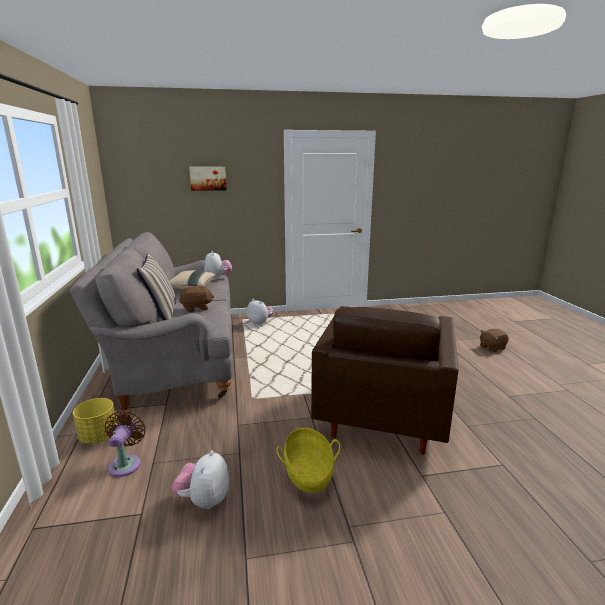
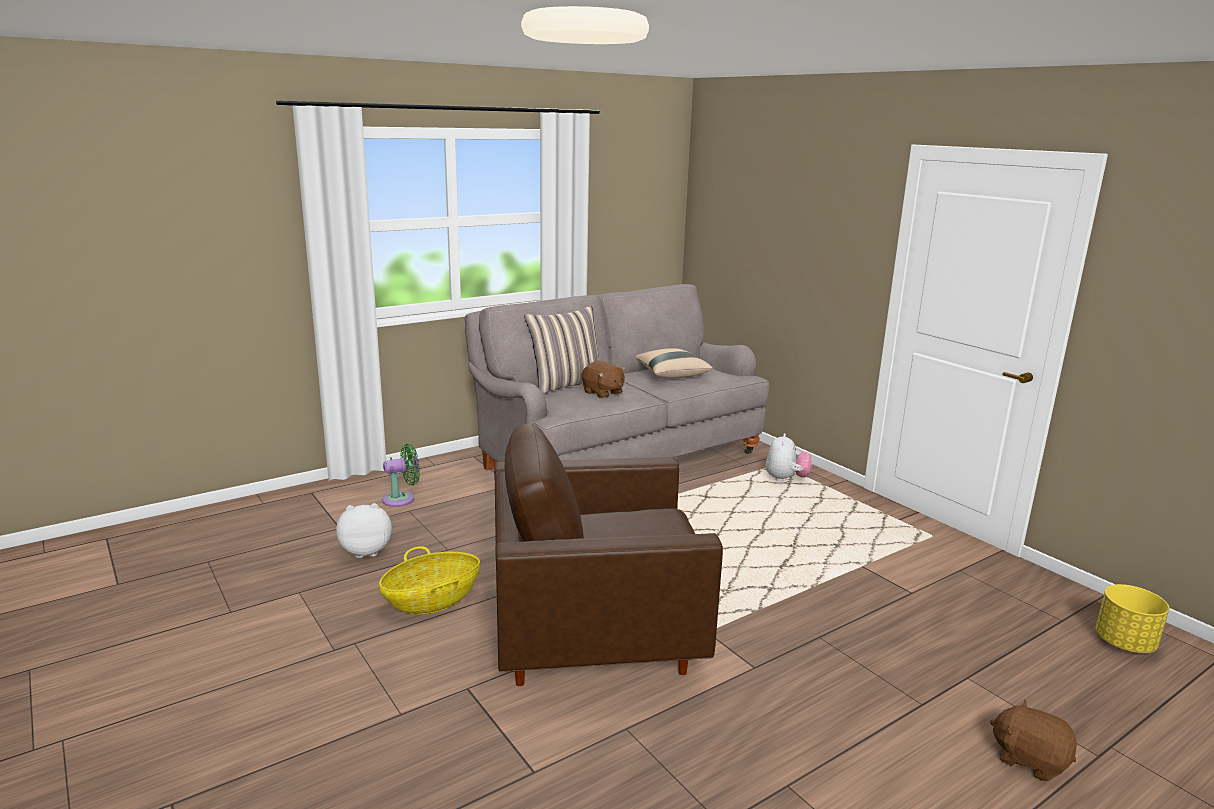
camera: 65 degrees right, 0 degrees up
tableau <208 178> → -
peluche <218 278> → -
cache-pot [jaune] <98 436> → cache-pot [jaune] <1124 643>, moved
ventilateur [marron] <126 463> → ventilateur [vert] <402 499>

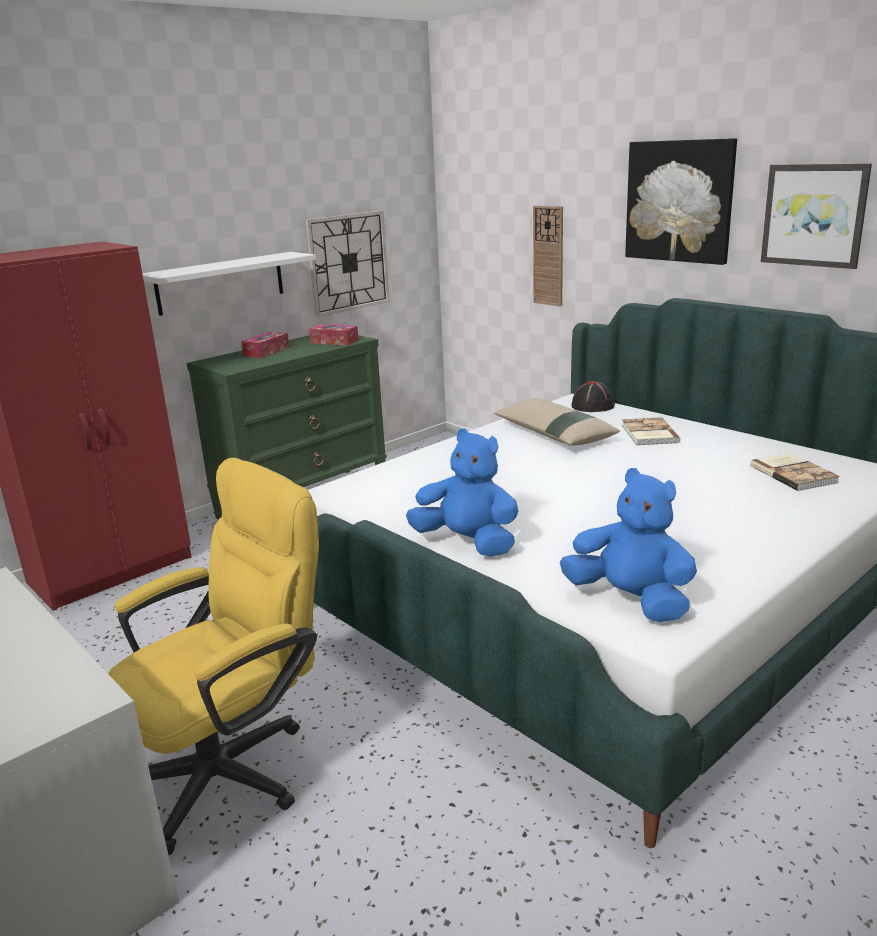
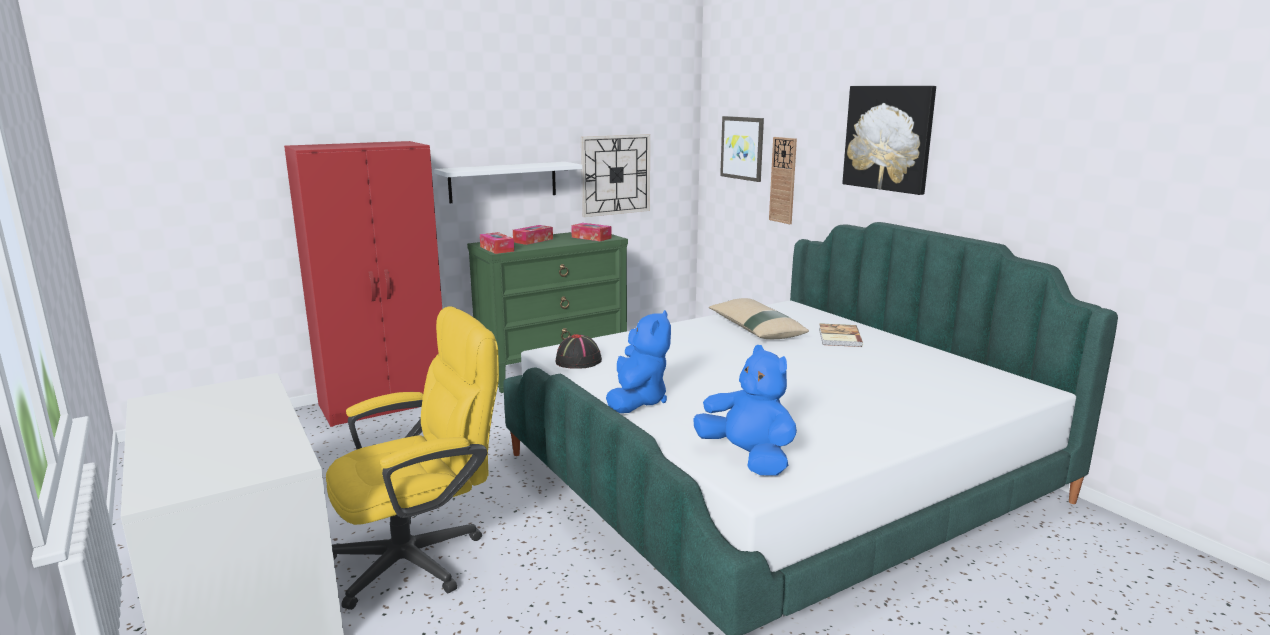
camera: 10 degrees right, 5 degrees down
tableau <814 215> → tableau <742 148>, moved
chapeau [noir] <593 406> → chapeau [noir] <578 361>, moved
peluche [bleu] <468 543> → peluche [bleu] <637 401>, 60 degrees clockwise
livre <793 474> → -
- → boîte à mouchoirs <497 249>

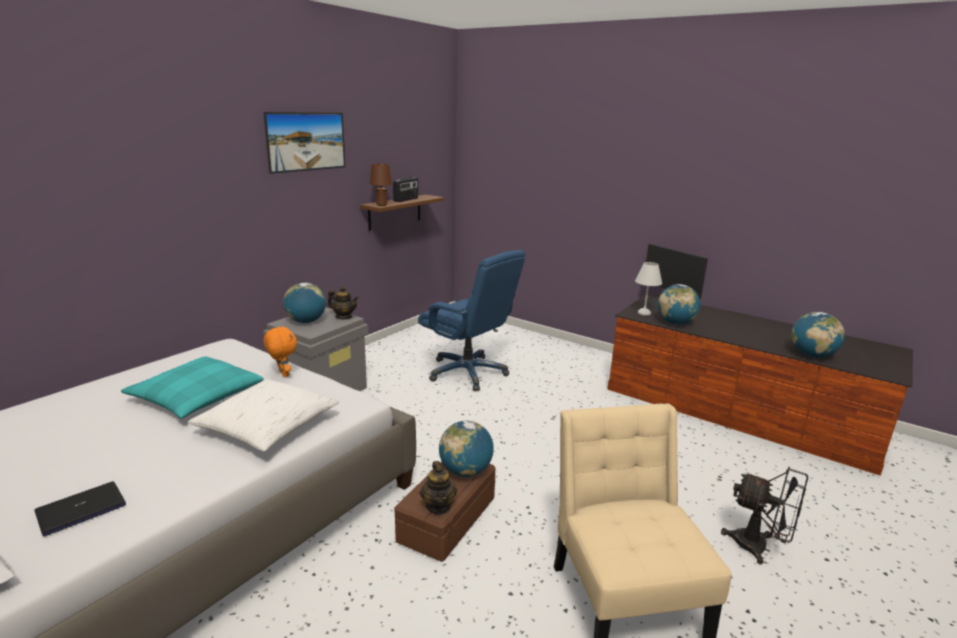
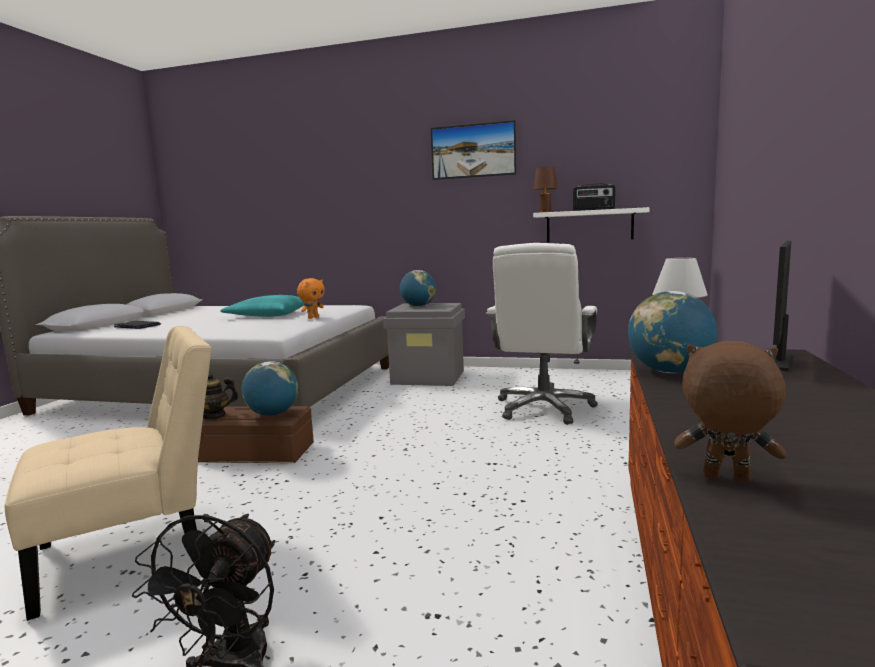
camera: 70 degrees right, 10 degrees down
étagère [marron] <395 212> → étagère [blanc] <589 225>
chaise de bureau [bleu] <468 372> → chaise de bureau [blanc] <544 408>
théière <344 317> → -
globe <812 355> → peluche [marron] <725 479>
coussin [blanc] <267 427> → -

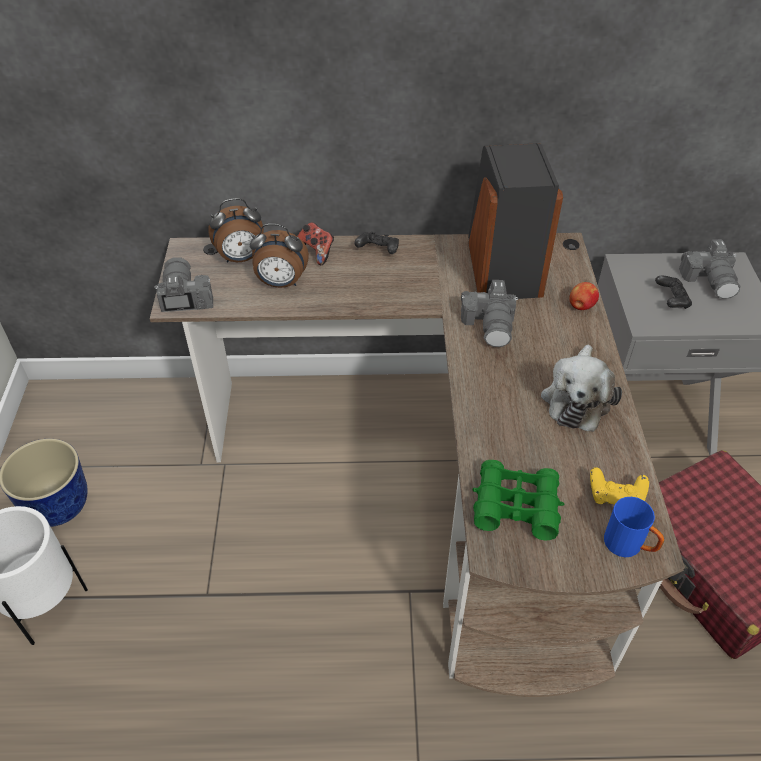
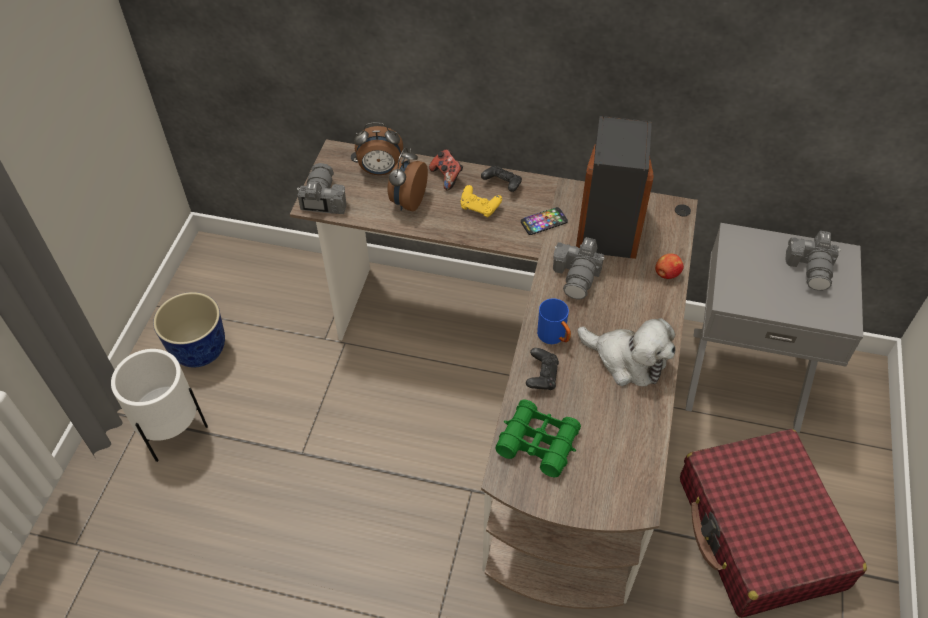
camera: 15 degrees right, 5 degrees up
réveil <281 283> → réveil <407 201>, 90 degrees clockwise
manette [noir] <671 300> → manette [noir] <542 376>, moved
peluche <576 398> → peluche <627 360>, 90 degrees counterclockwise
manette [jaune] <616 496> → manette [jaune] <479 208>, moved
mug [bleu] <629 546> → mug [bleu] <555 337>, moved
- → téléphone <544 222>

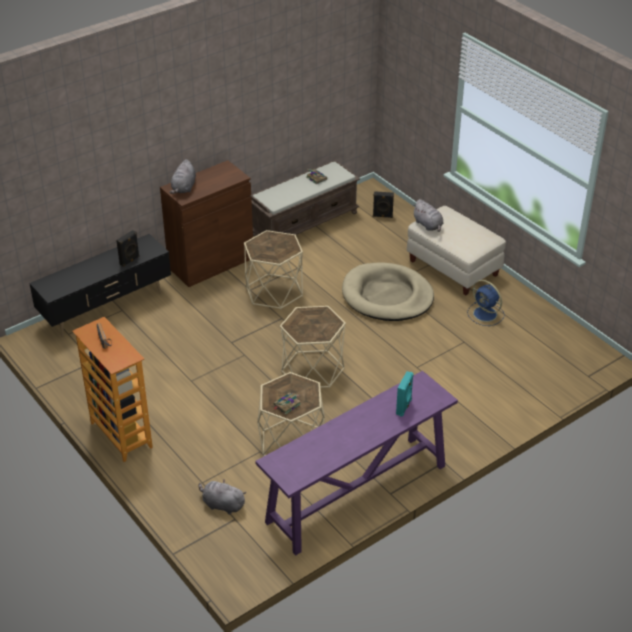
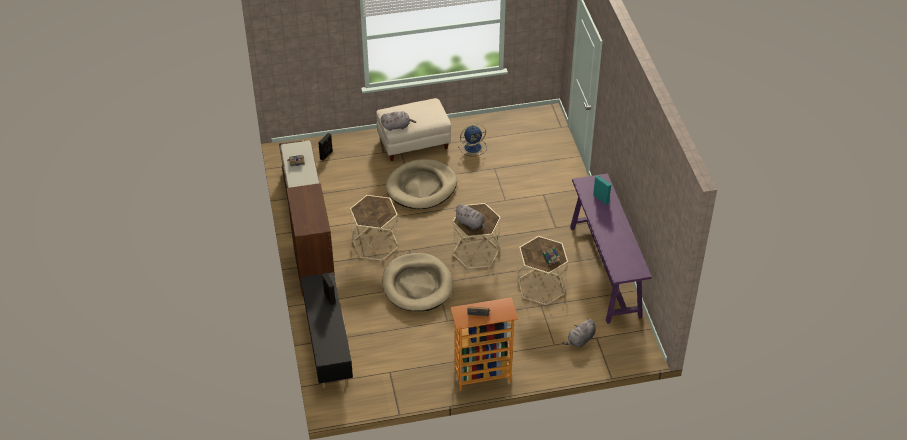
camera: 65 degrees left, 5 degrees up
peluche [gris] <184 188> → peluche [gris] <470 223>, moved
- → panier pour chien [beige] <417 285>

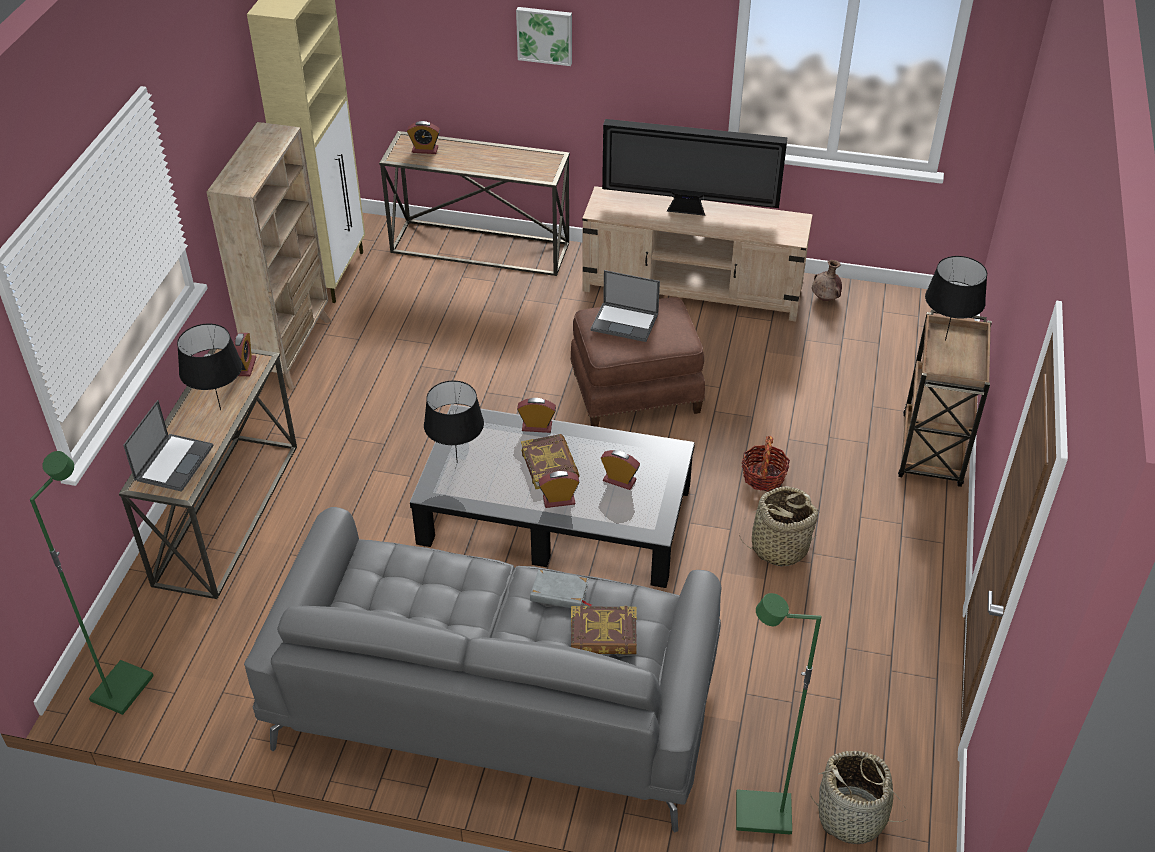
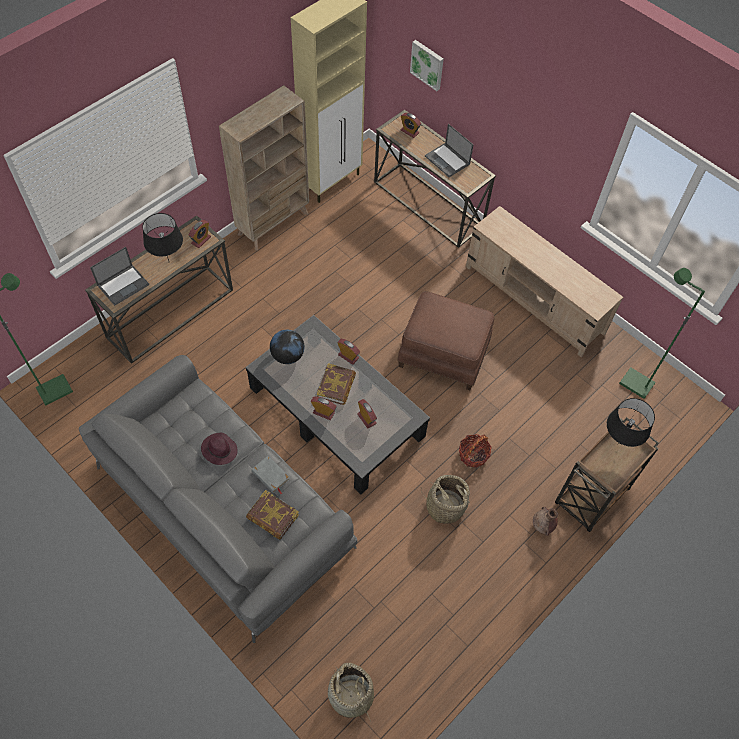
camera: 30 degrees right, 15 degrees up
tableau <545 35> → tableau <427 64>, moved
téléviseur <689 210> → -
vase [marron] <825 298> → vase [marron] <542 526>, moved
ordinateur portable <625 322> → ordinateur portable <448 160>, moved
lampe de table [noir] <457 462> → globe <288 356>
lampadaire [vert] <762 815> → lampadaire [vert] <635 384>, moved
- → chapeau [violet] <219 450>

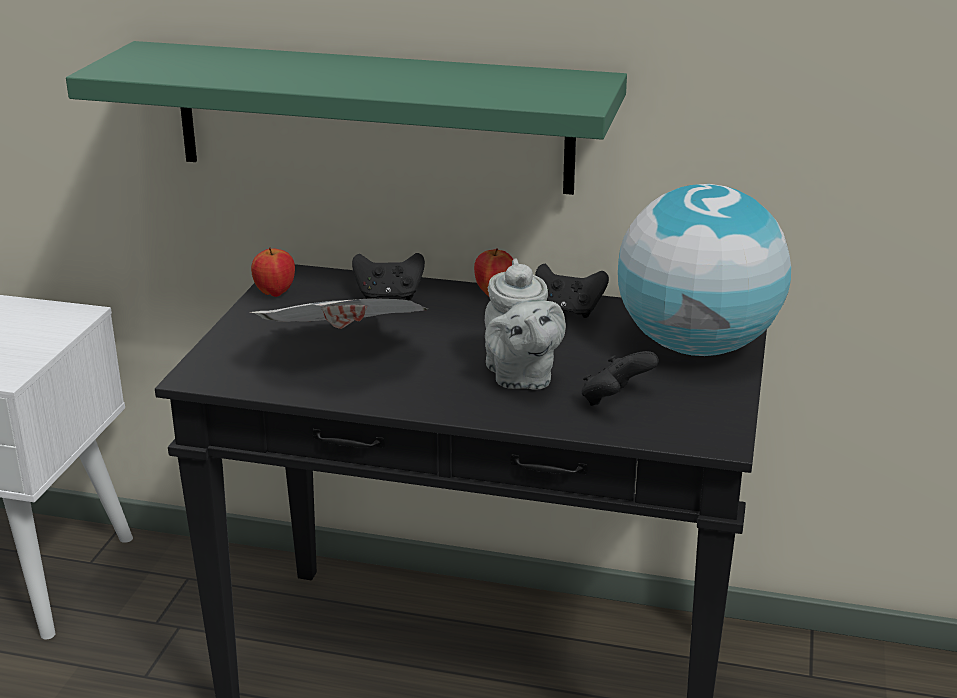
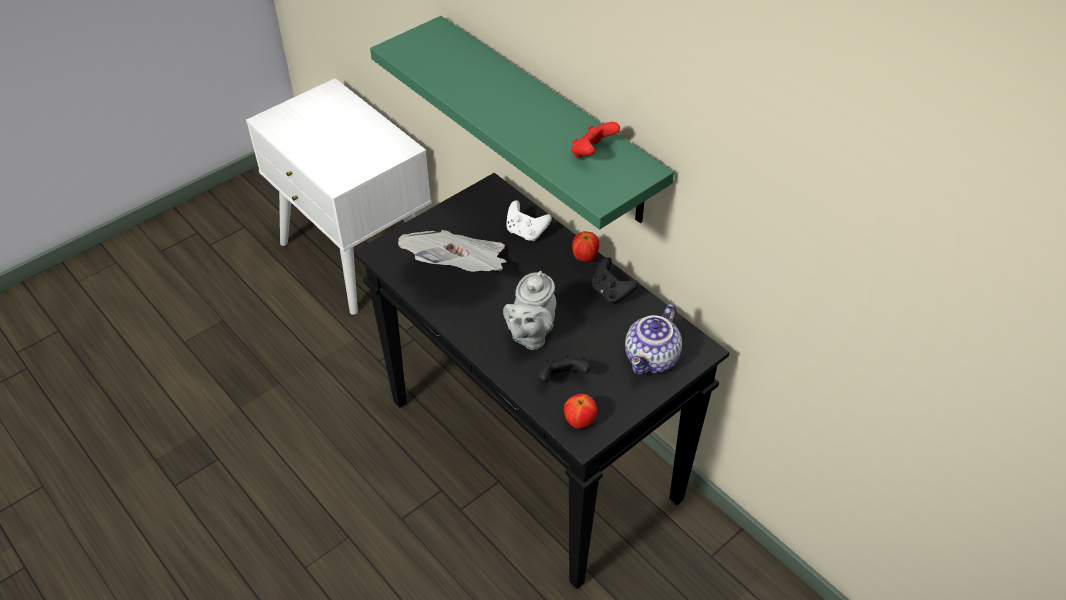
camera: 35 degrees right, 20 degrees up
globe <696 346> → théière <652 359>
pomme <275 293> → pomme <579 422>, moved
manette [noir] <389 296> → manette [blanc] <526 232>
- → manette [rouge] <592 153>

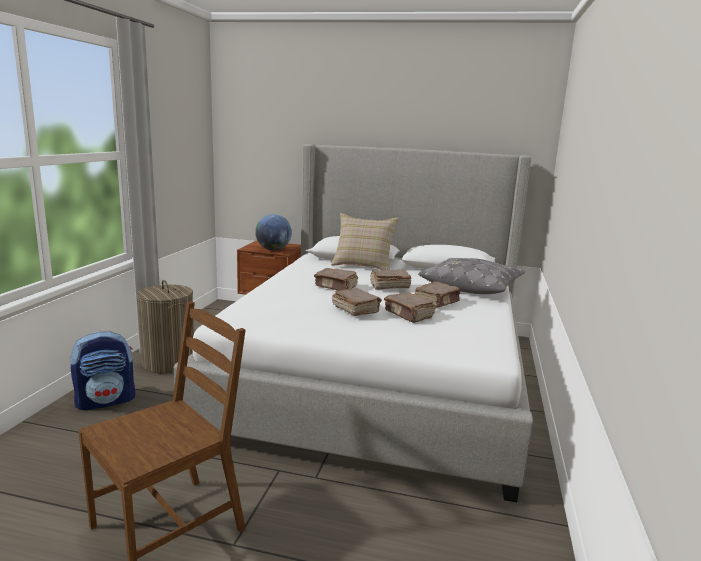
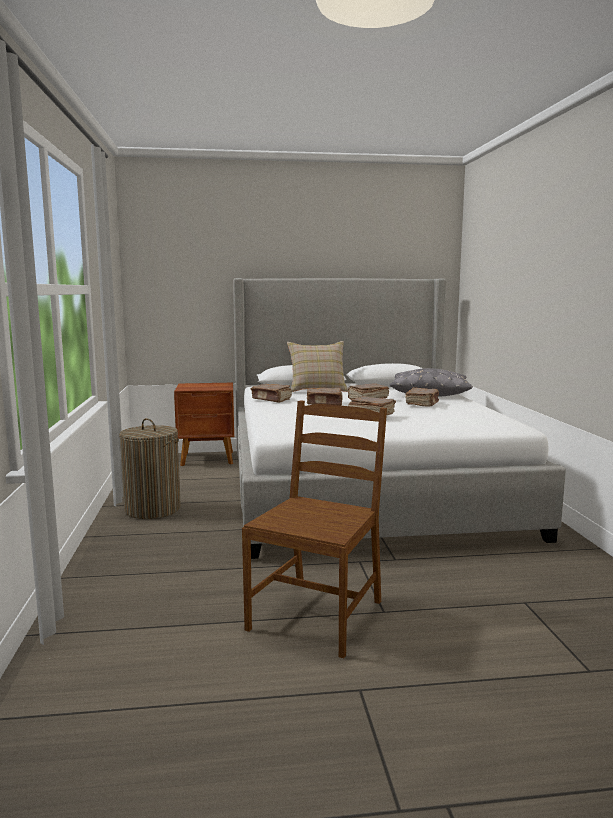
camera: 20 degrees left, 5 degrees down
globe <273 249> → -
livre [marron] <409 315> → livre [marron] <271 399>, moved
sac à dos <106 401> → -

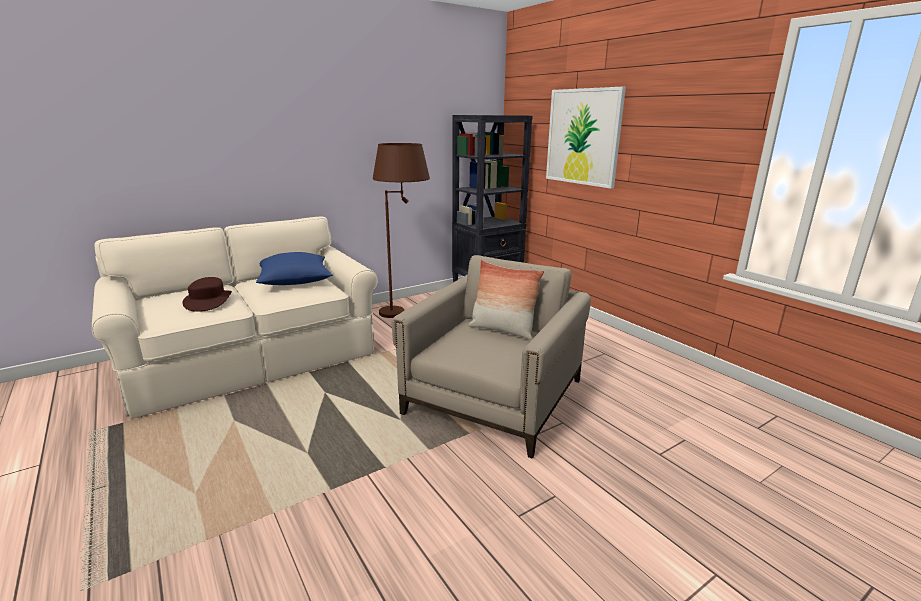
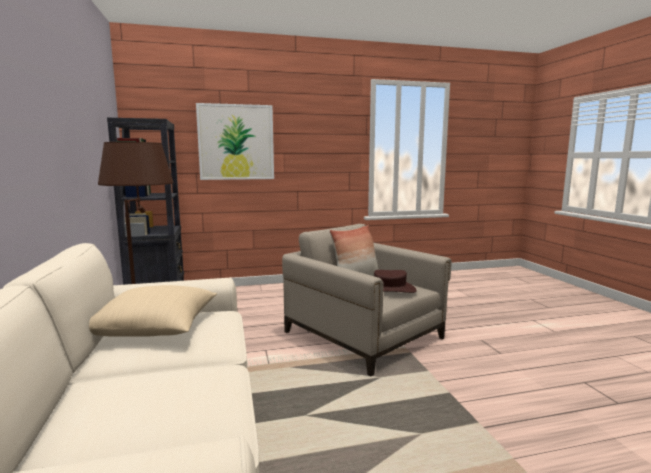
camera: 70 degrees left, 10 degrees down
coussin [bleu] <294 281> → coussin [beige] <155 328>
chapeau [marron] <208 301> → chapeau [marron] <390 289>, moved

